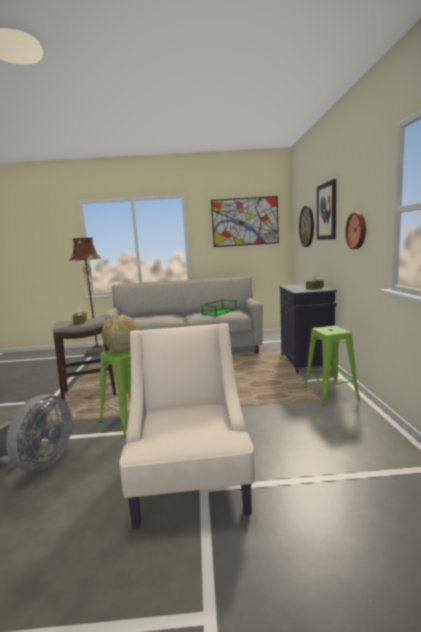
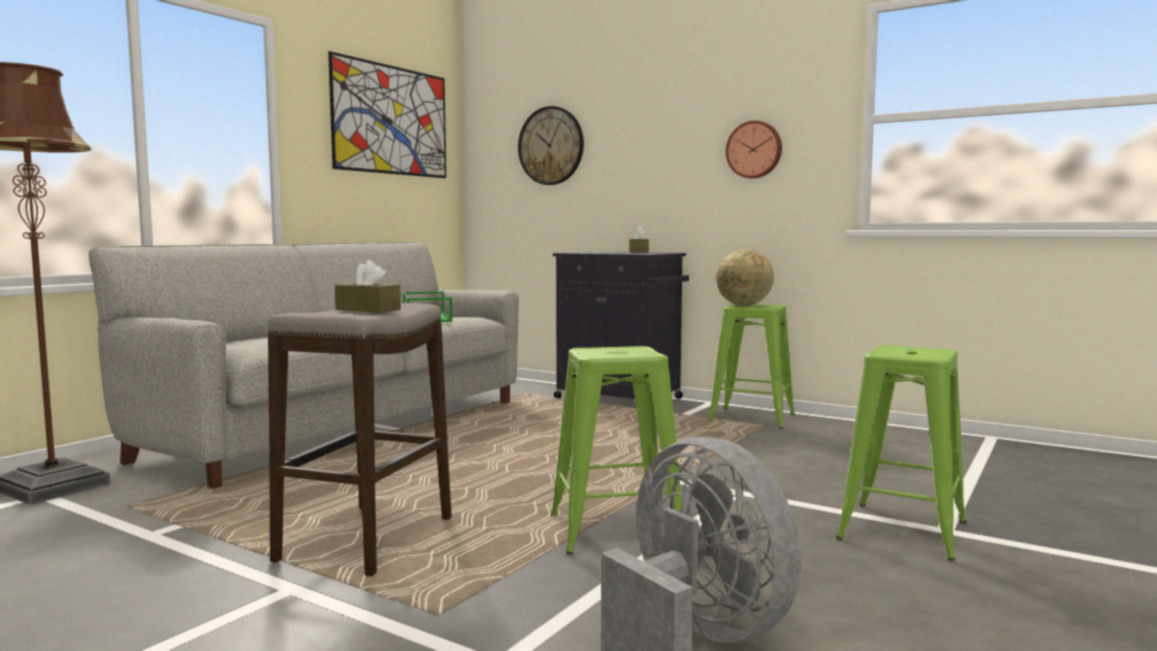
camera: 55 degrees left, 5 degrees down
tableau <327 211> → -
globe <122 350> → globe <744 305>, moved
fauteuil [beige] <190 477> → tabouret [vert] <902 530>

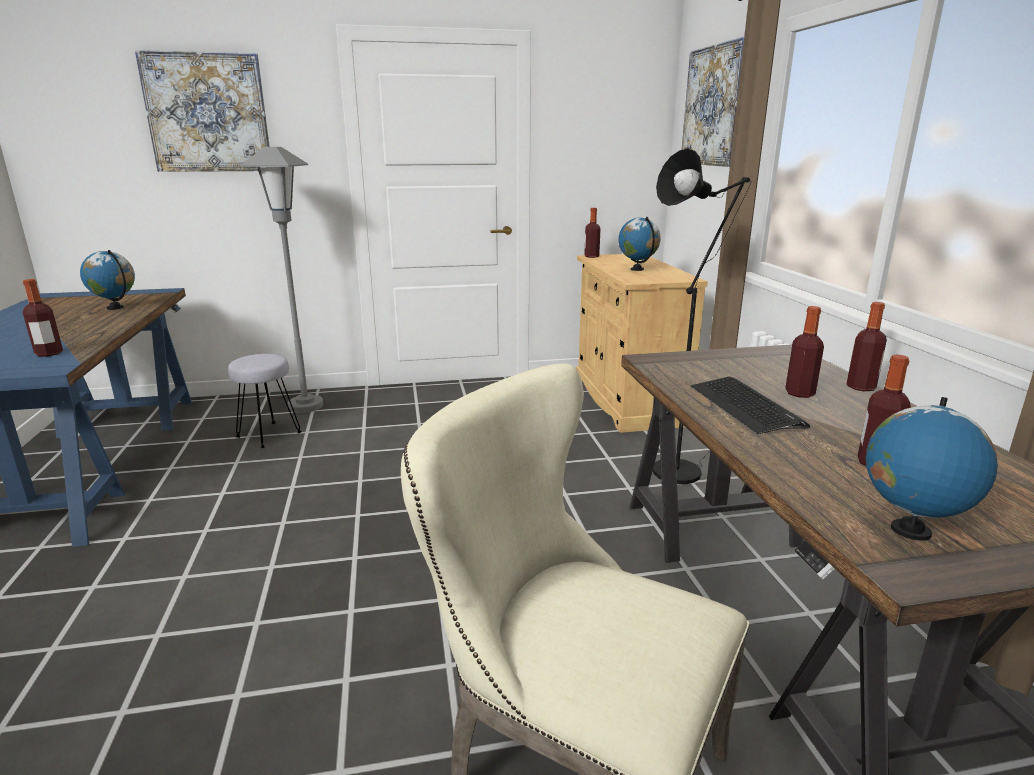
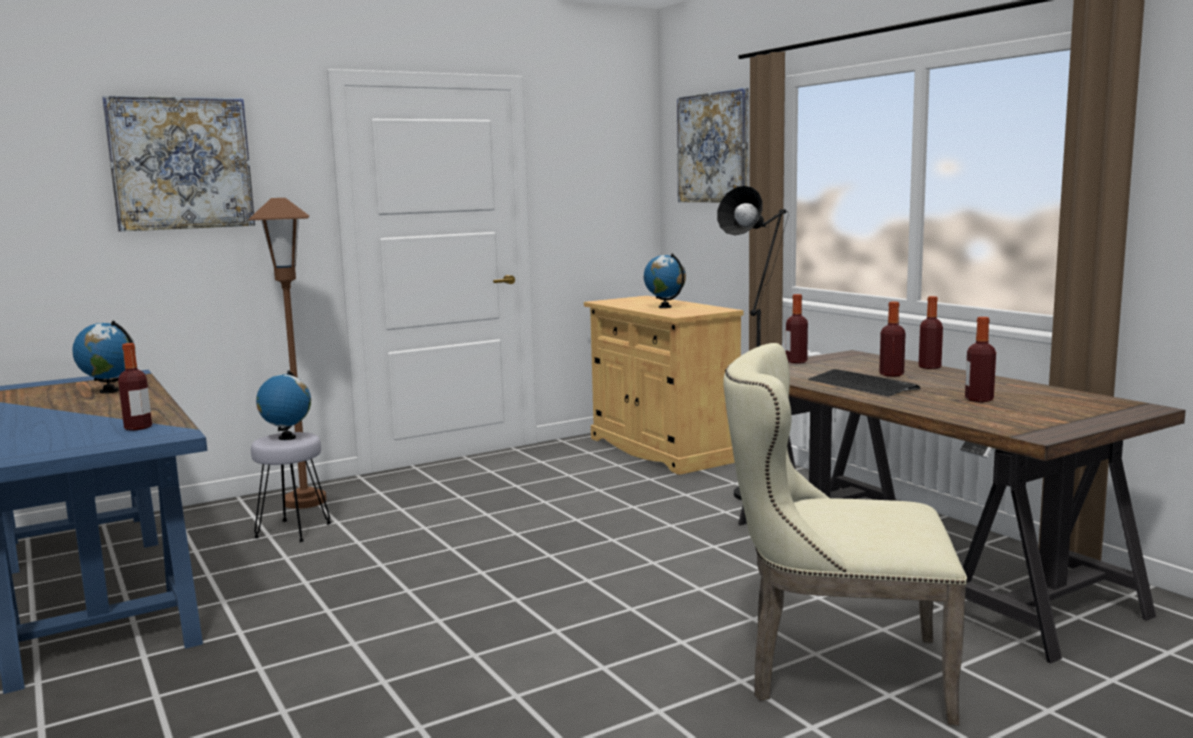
camera: 20 degrees left, 10 degrees down
lampadaire [gris] <306 406> → lampadaire [marron] <305 501>
bouteille <591 256> → bouteille <796 361>, moved
globe <909 531> → globe <287 438>, moved

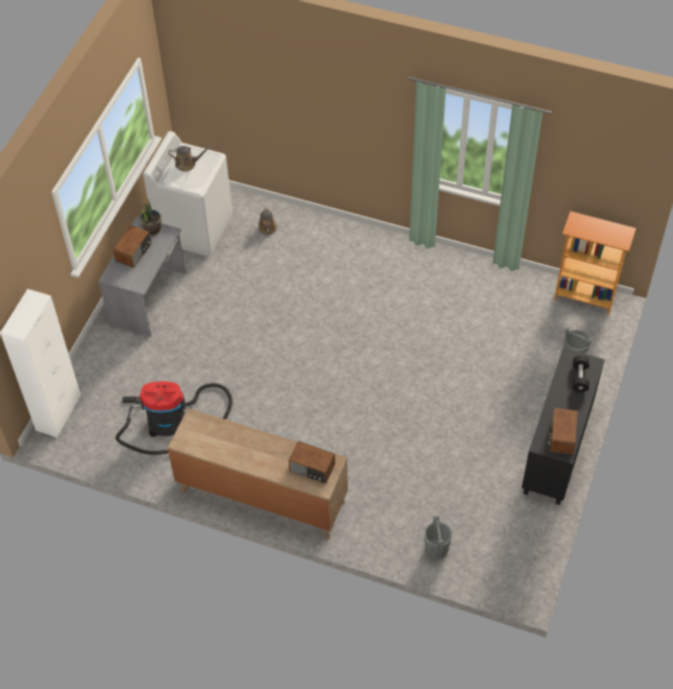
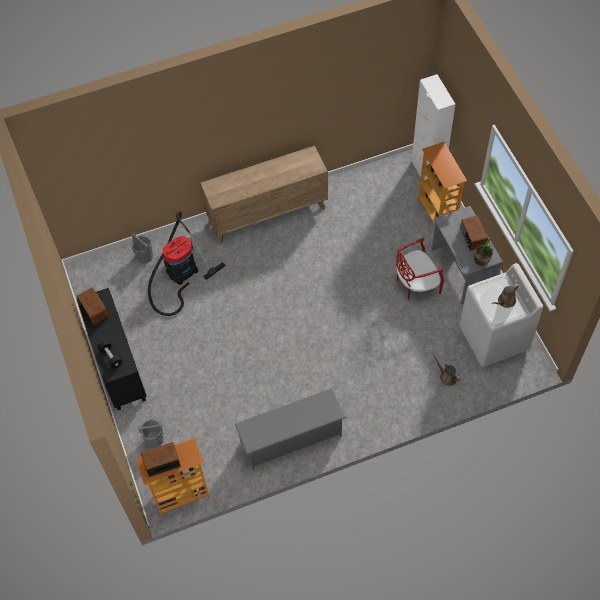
camera: 140 degrees right, 5 degrees up
aspirateur <172 423> → aspirateur <180 274>, moved
radio <312 468> → radio <161 462>, moved
- → bibliothèque <437 214>
- → chaise [rouge] <416 284>
- → étagère à chaussures [gris] <291 439>

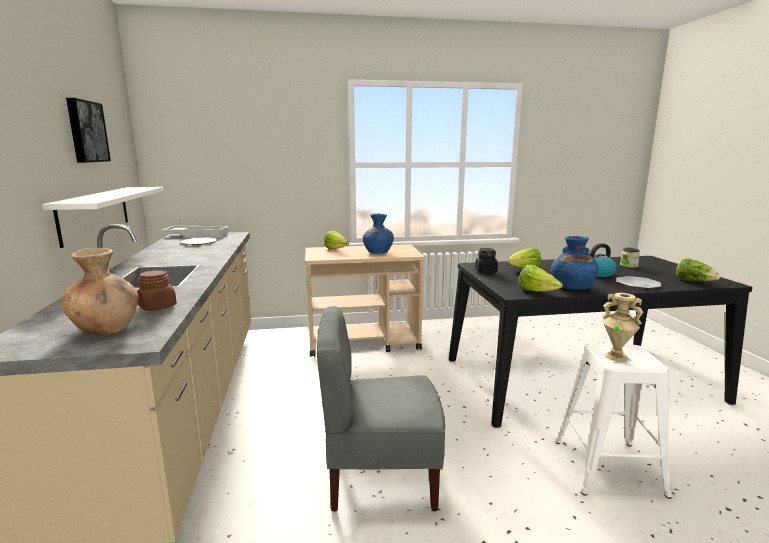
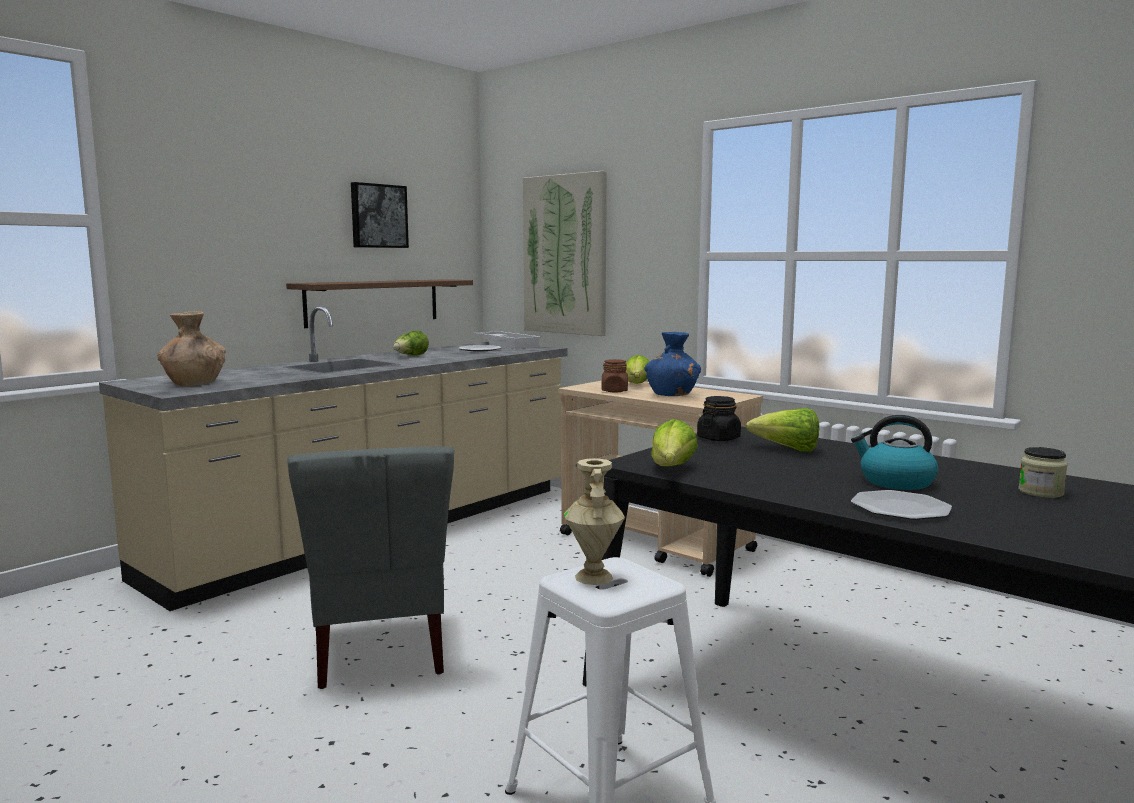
camera: 50 degrees right, 5 degrees down
étagère [blanc] <95 213> → étagère [marron] <373 302>
vase [bleu] <572 287> → -
laitue <694 282> → laitue <410 356>, moved
bocal [marron] <157 307> → bocal [marron] <614 391>, moved
chaise [gris] <380 477> → chaise [gris] <380 651>, 150 degrees counterclockwise
- → tableau <565 254>

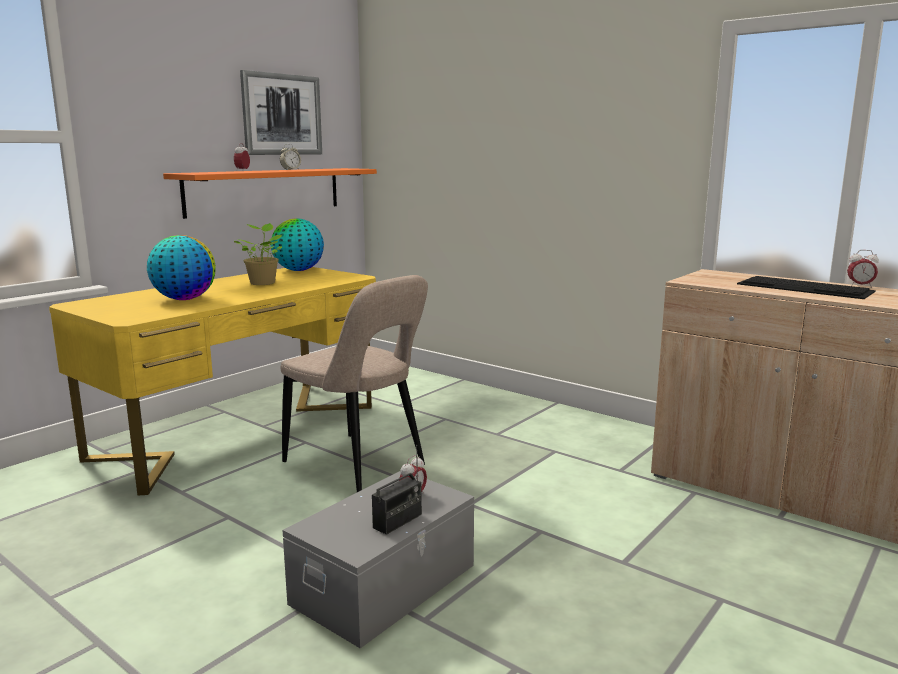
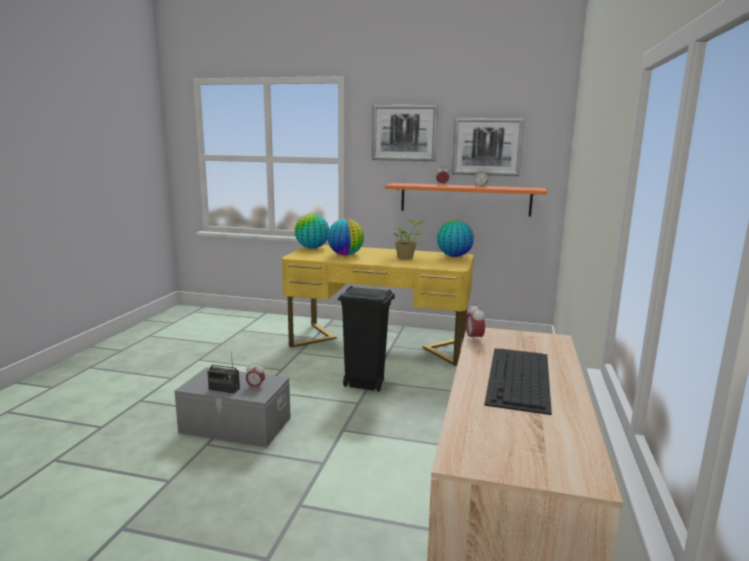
camera: 65 degrees right, 0 degrees up
réveil <860 286> → réveil <474 339>, moved
chaise [beige] <358 466> → poubelle [noir] <364 384>
- → tableau <404 133>
- → globe <312 248>

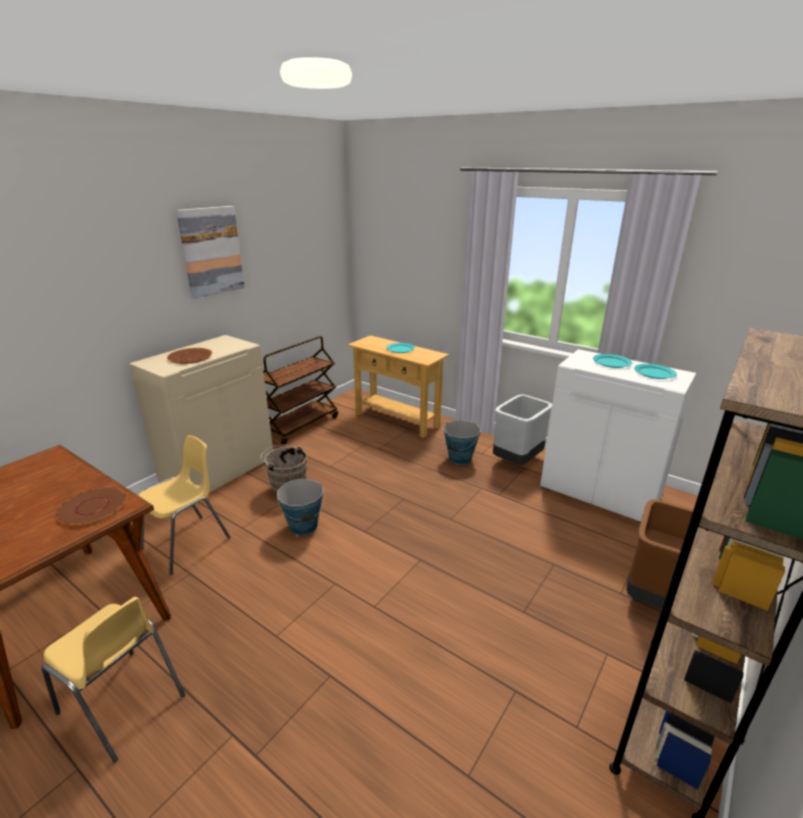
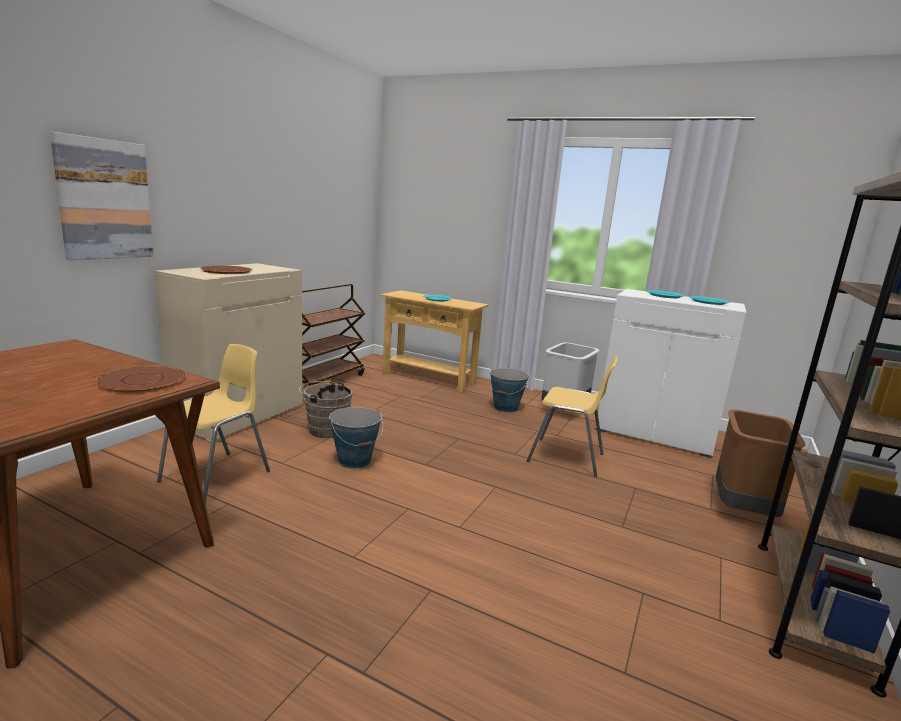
camera: 10 degrees left, 10 degrees down
tableau <211 251> → tableau <104 199>, moved
chaise [jaune] <123 704> → chaise [jaune] <567 458>, moved

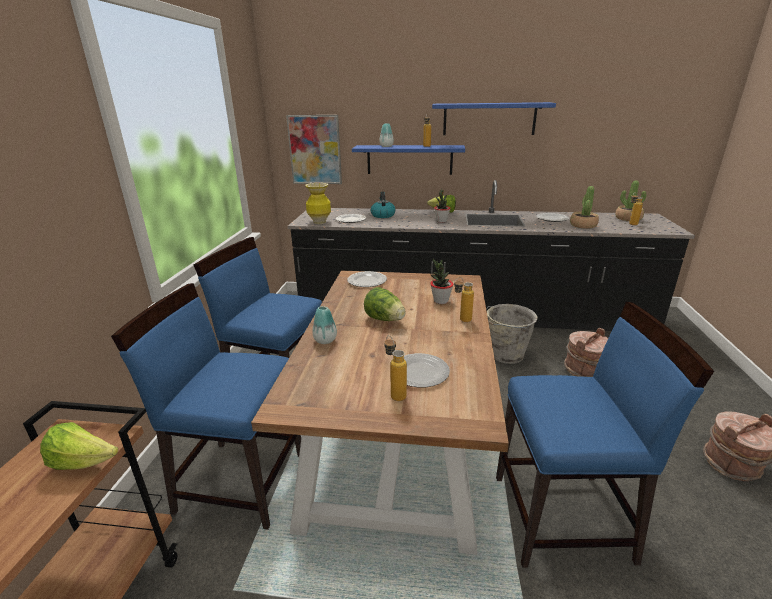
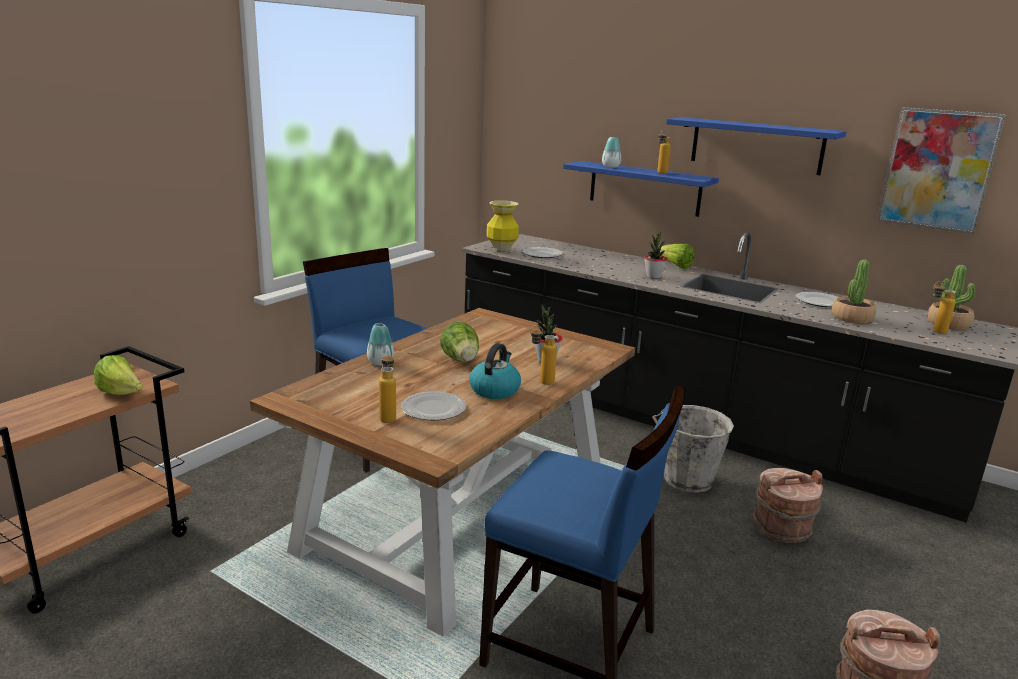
camera: 25 degrees right, 5 degrees down
tableau <315 150> → tableau <938 170>, moved
bouilloire <382 215> → bouilloire <495 390>, moved
assiette <366 281> → -
chaise [bleu] <241 481> → -

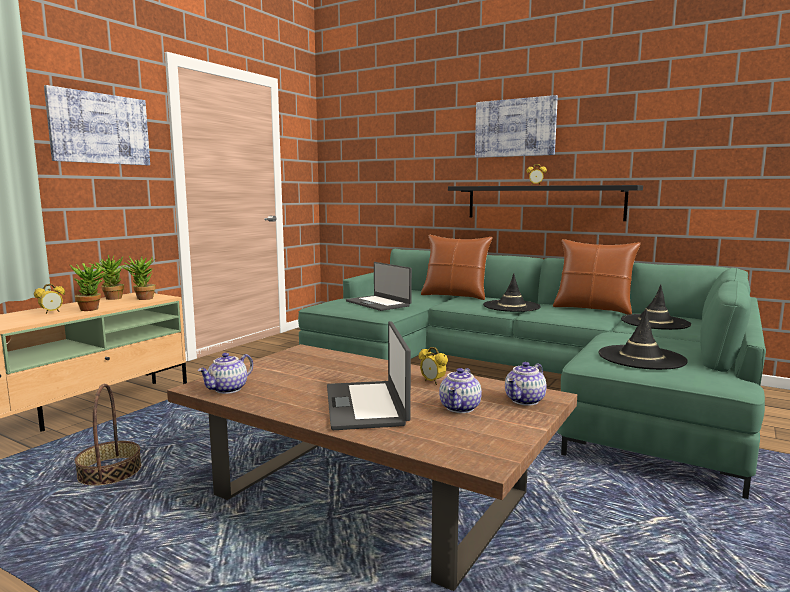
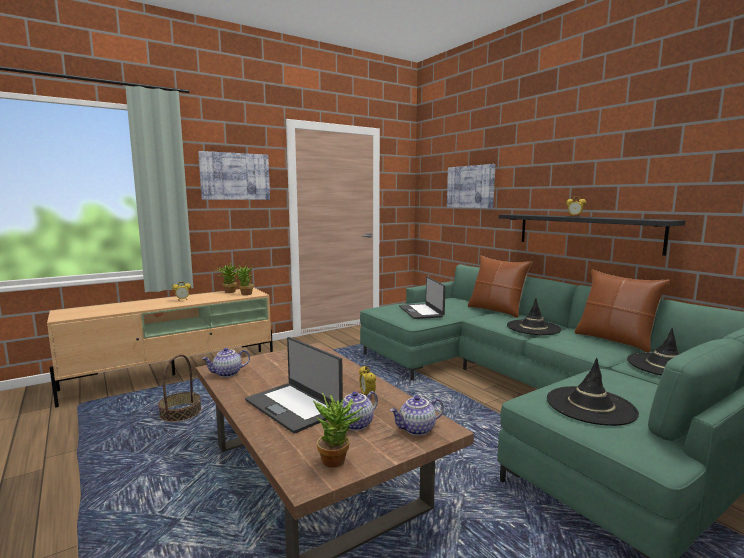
camera: 25 degrees right, 0 degrees up
tableau <515 128> → tableau <470 187>, moved
plante en pot <93 309> → plante en pot <338 460>, moved
ordinateur portable <367 405> → ordinateur portable <294 406>, 60 degrees counterclockwise

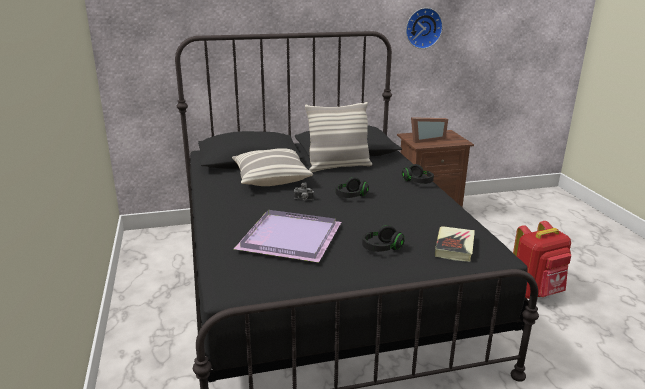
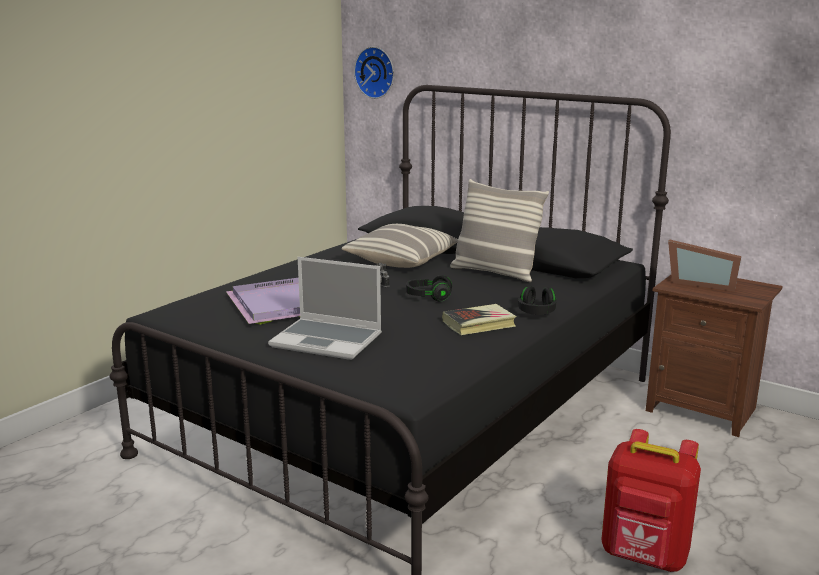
camera: 50 degrees right, 5 degrees down
horloge murale <422 28> → horloge murale <376 72>, moved
casque audio [noir] <381 248> → ordinateur portable <328 340>
livre <454 247> → livre <479 324>, moved

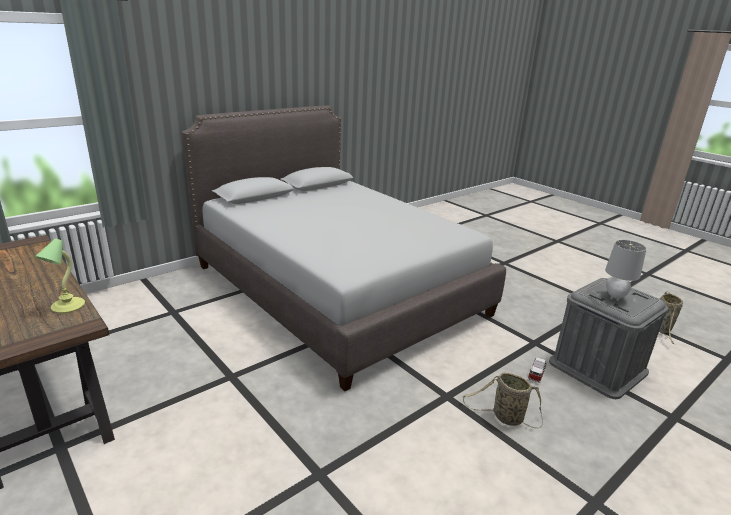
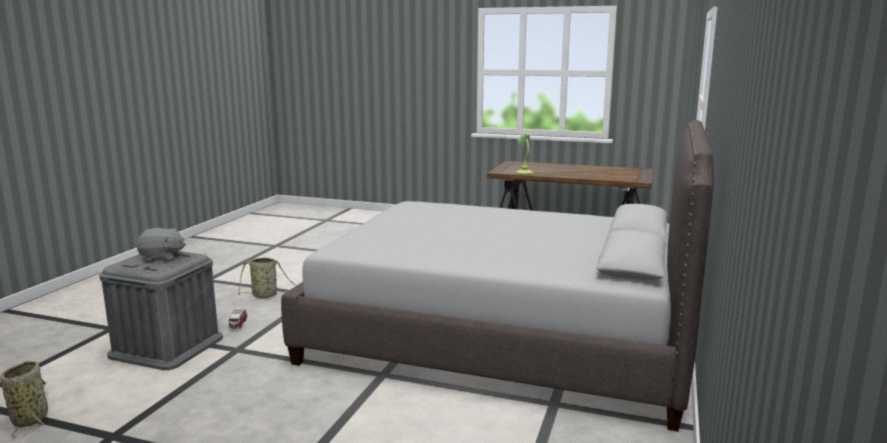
camera: 150 degrees right, 10 degrees down
lampe de table [gris] <615 298> → peluche [gris] <162 258>

